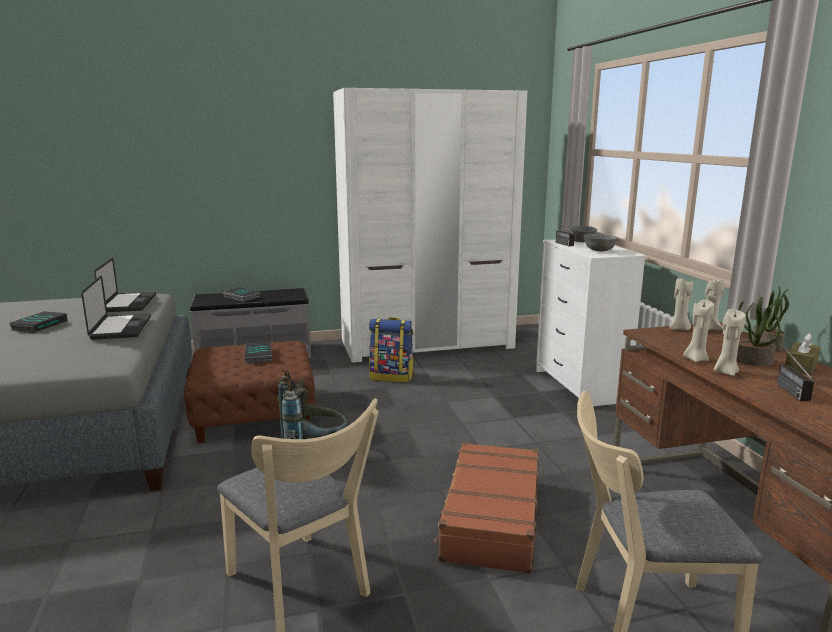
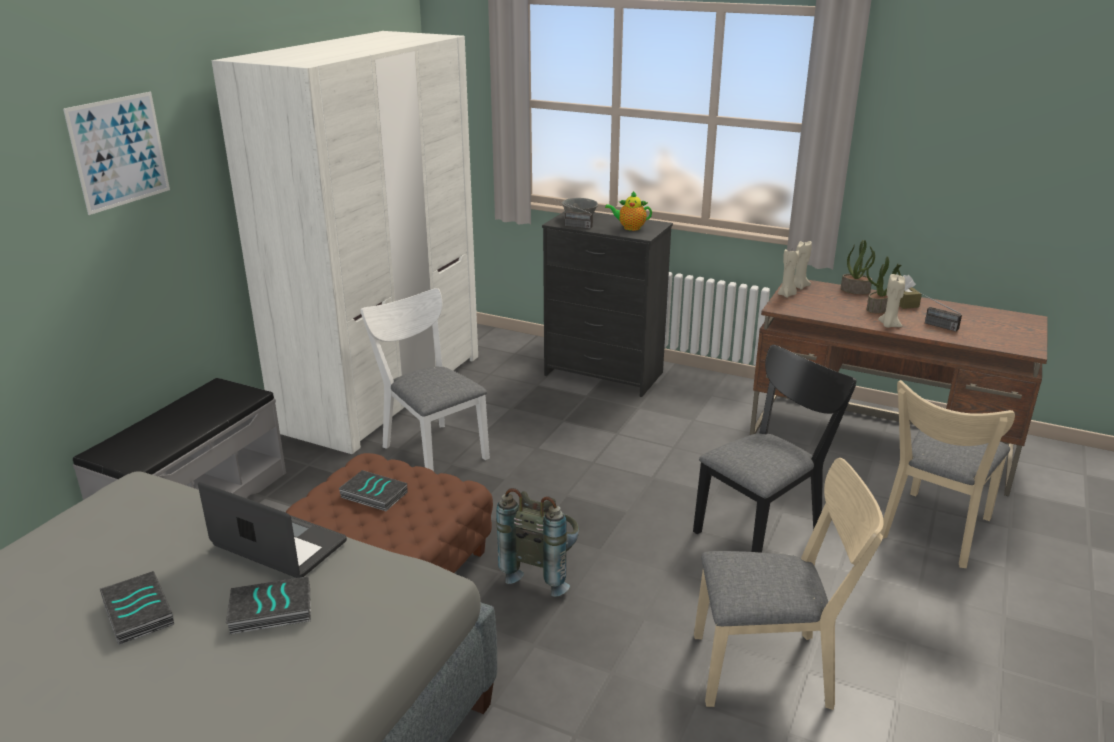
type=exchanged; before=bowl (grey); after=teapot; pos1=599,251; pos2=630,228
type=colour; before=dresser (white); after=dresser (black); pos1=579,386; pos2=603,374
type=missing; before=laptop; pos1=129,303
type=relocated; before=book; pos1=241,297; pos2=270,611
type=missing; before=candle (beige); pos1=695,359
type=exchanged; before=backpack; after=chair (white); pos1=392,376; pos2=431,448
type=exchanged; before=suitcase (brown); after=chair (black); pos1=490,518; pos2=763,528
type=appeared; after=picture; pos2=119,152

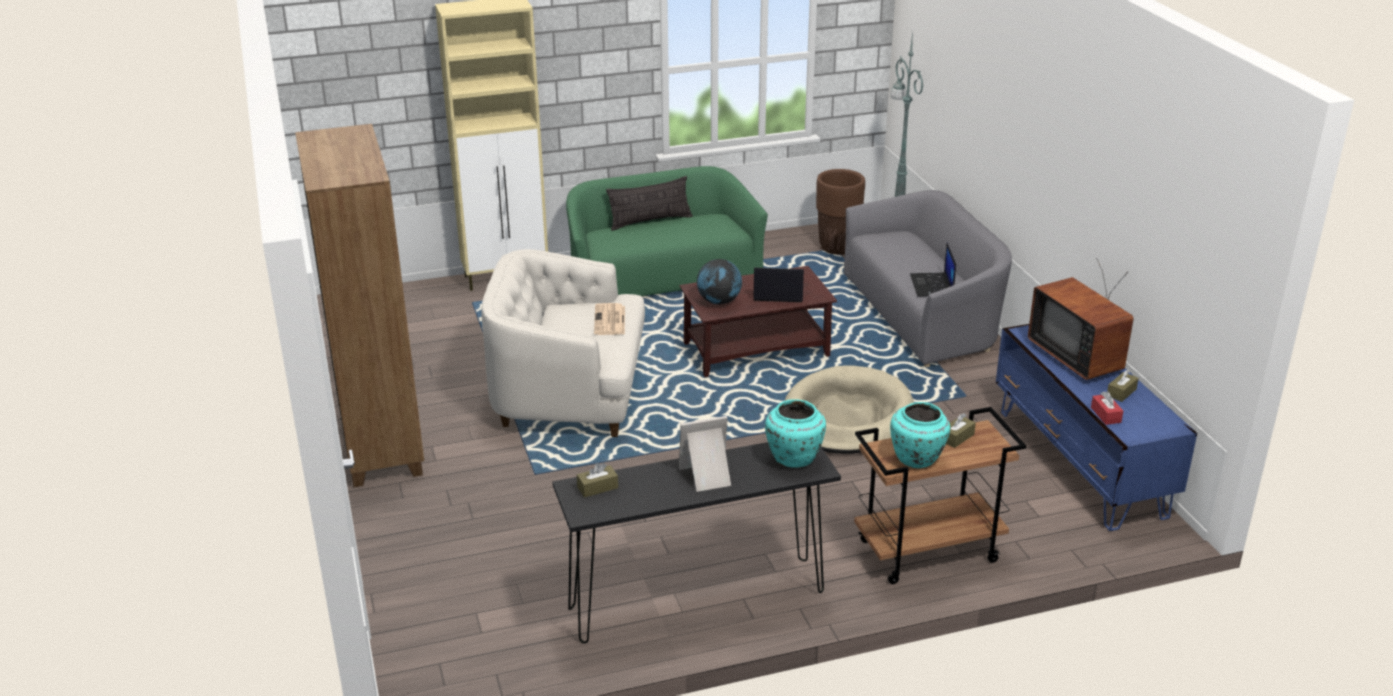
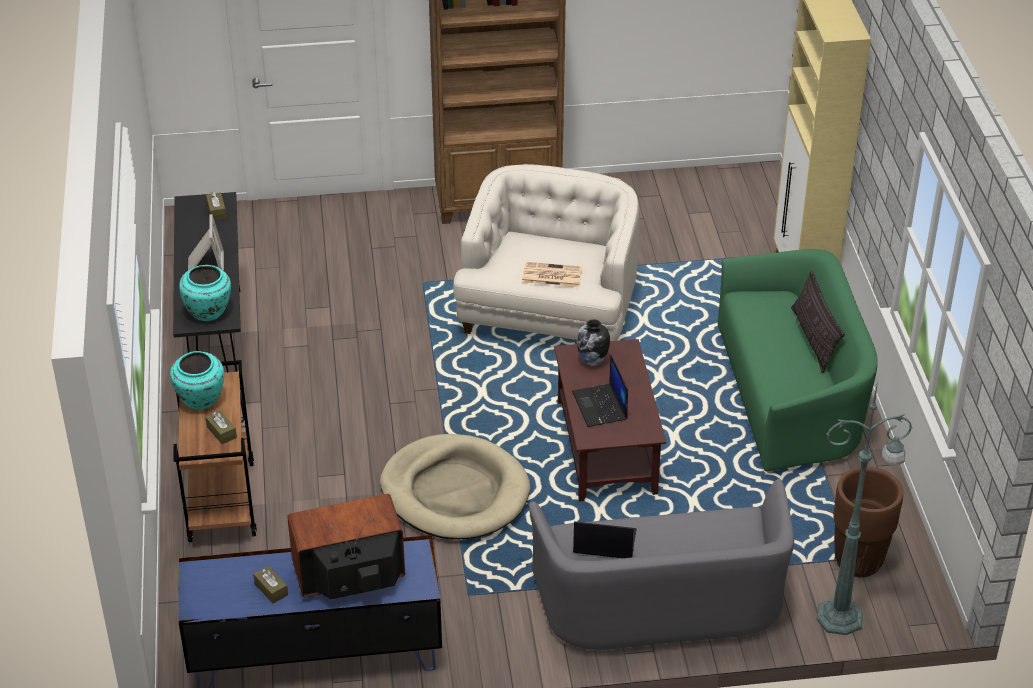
type=exchanged; before=globe; after=vase; pos1=719,301; pos2=592,362
type=spun; before=laptop; pos1=777,294; pos2=600,406; turn=150
type=missing; before=tissue box (red); pos1=1105,415

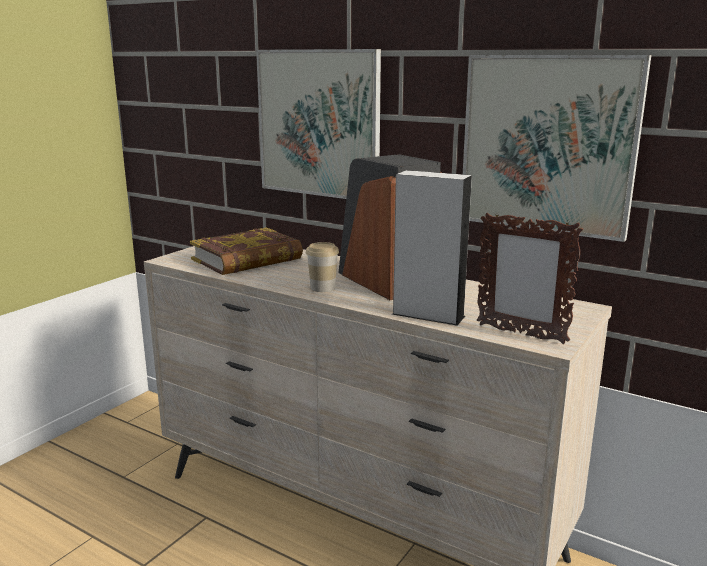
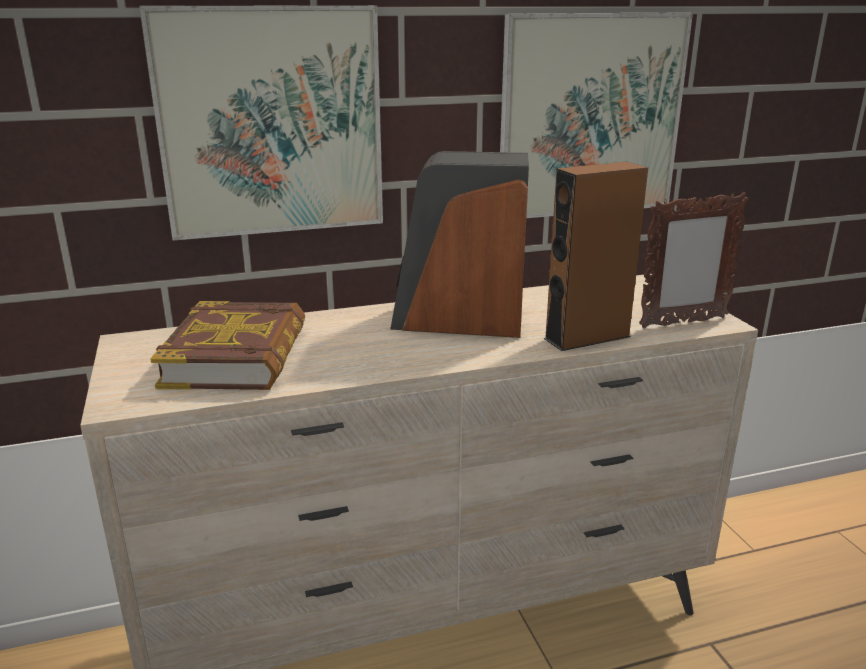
type=colour; before=speaker (grey); after=speaker (brown); pos1=428,315; pos2=587,337
type=missing; before=cup; pos1=322,288

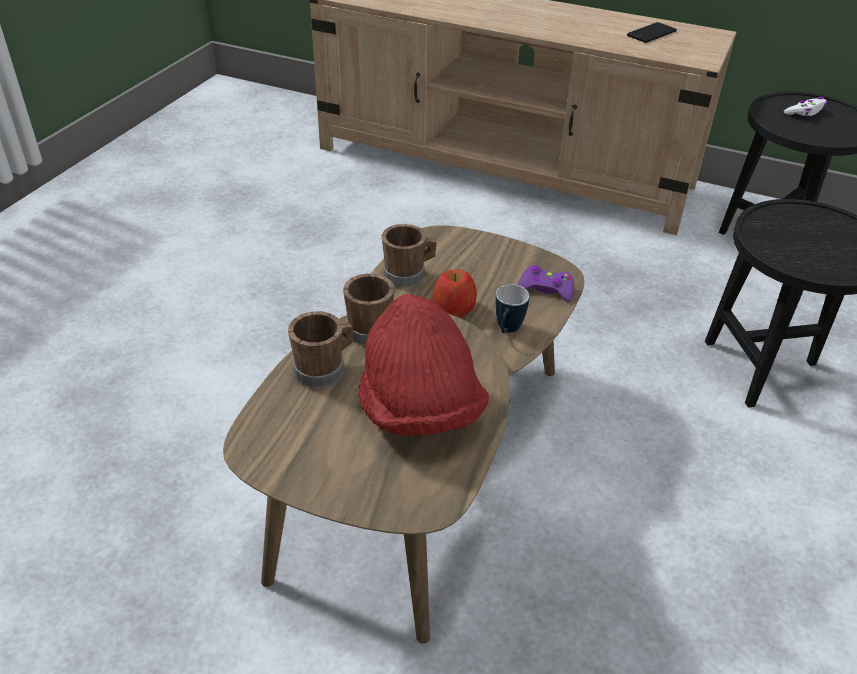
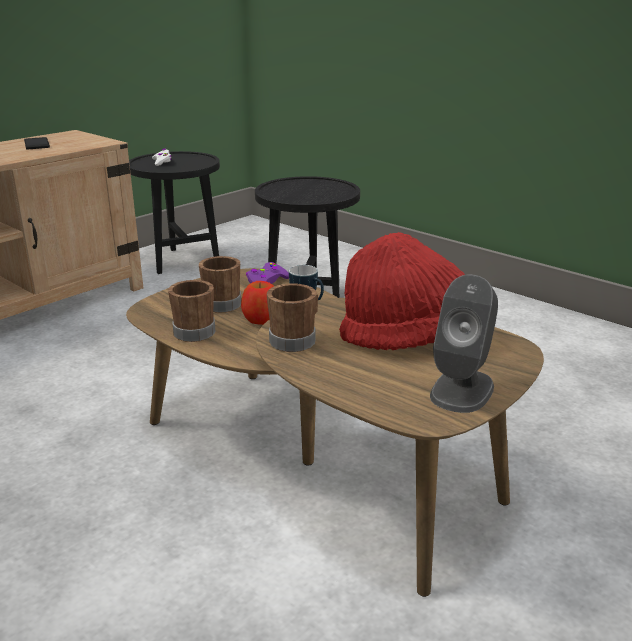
type=relocated; before=mug (brown); pos1=324,369; pos2=221,303
type=appeared; after=speaker (grey); pos2=462,390

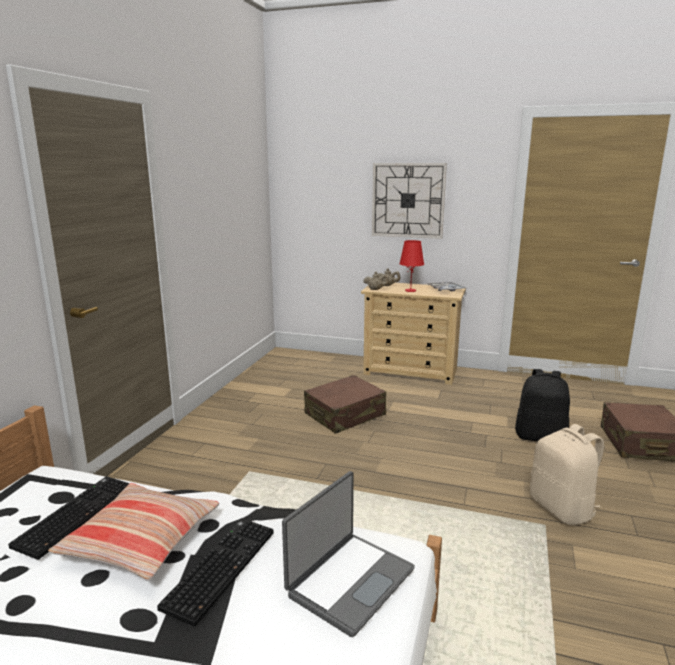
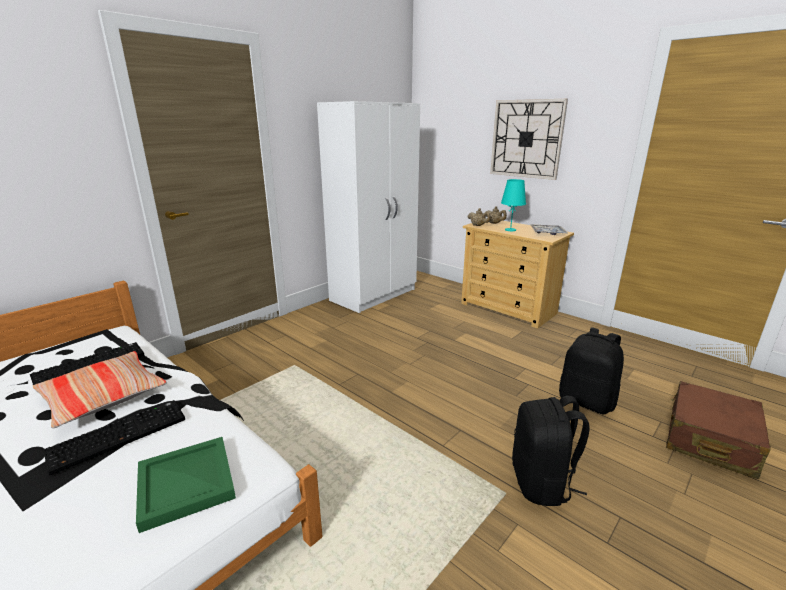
type=colour; before=table lamp (red); after=table lamp (turquoise); pos1=410,290; pos2=510,230
type=missing; before=suitcase (brown); pos1=345,415
type=colour; before=backpack (beige); after=backpack (black); pos1=562,509; pos2=541,483
type=exchanged; before=laptop; after=tray (green); pos1=349,581; pos2=187,482
type=appeared; after=wardrobe (white); pos2=374,295

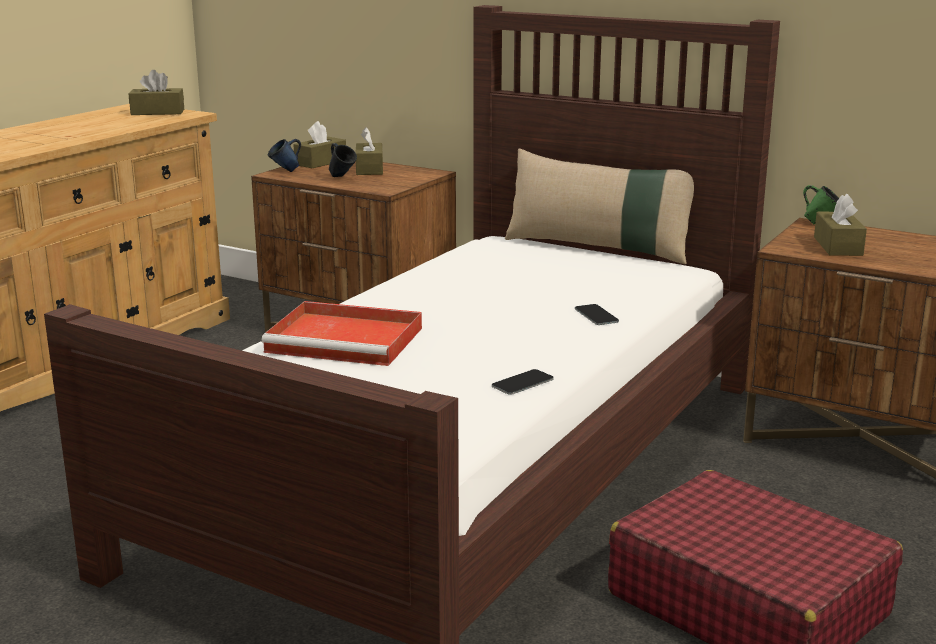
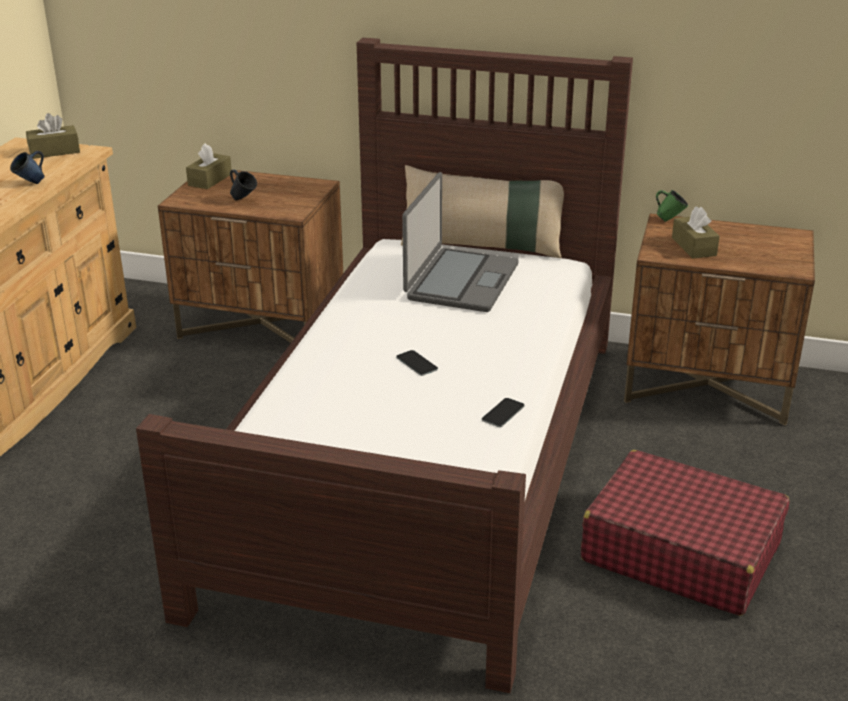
type=missing; before=tissue box (brown); pos1=369,169
type=relocated; before=mug (blue); pos1=285,171; pos2=31,184
type=missing; before=tray (red); pos1=348,340
type=relocated; before=phone; pos1=596,315; pos2=416,363
type=appeared; after=laptop; pos2=460,281

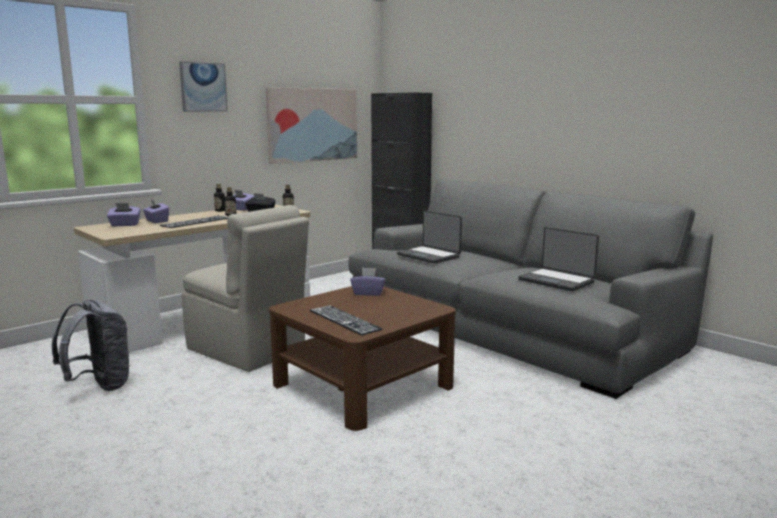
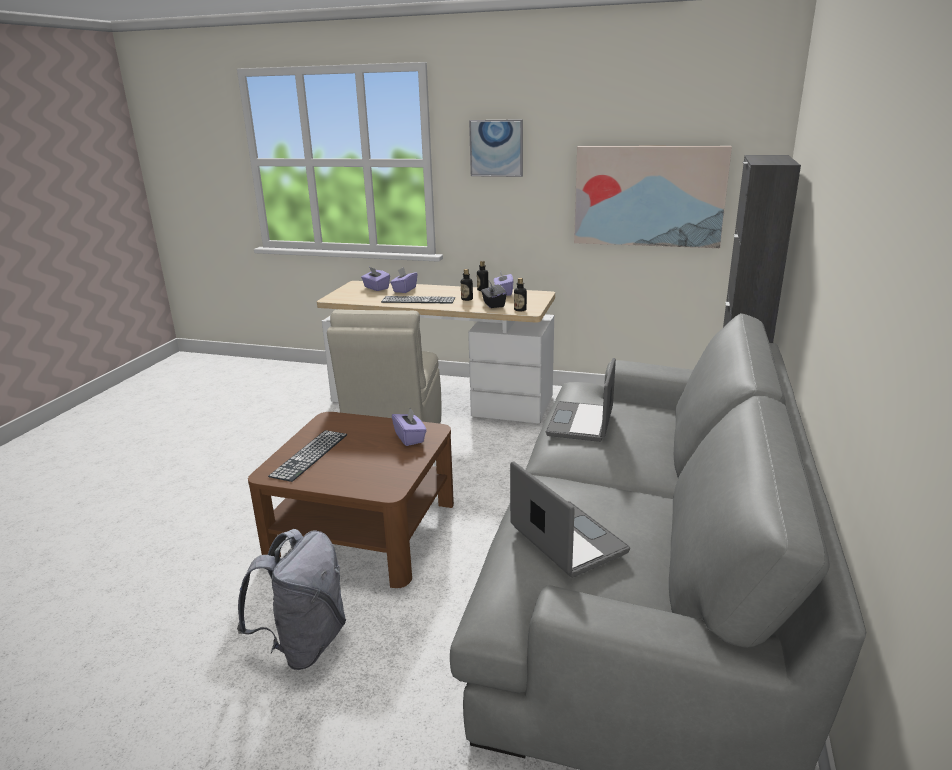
type=spun; before=laptop; pos1=557,281; pos2=566,540; turn=135
type=relocated; before=backpack (grey); pos1=99,386; pos2=304,644

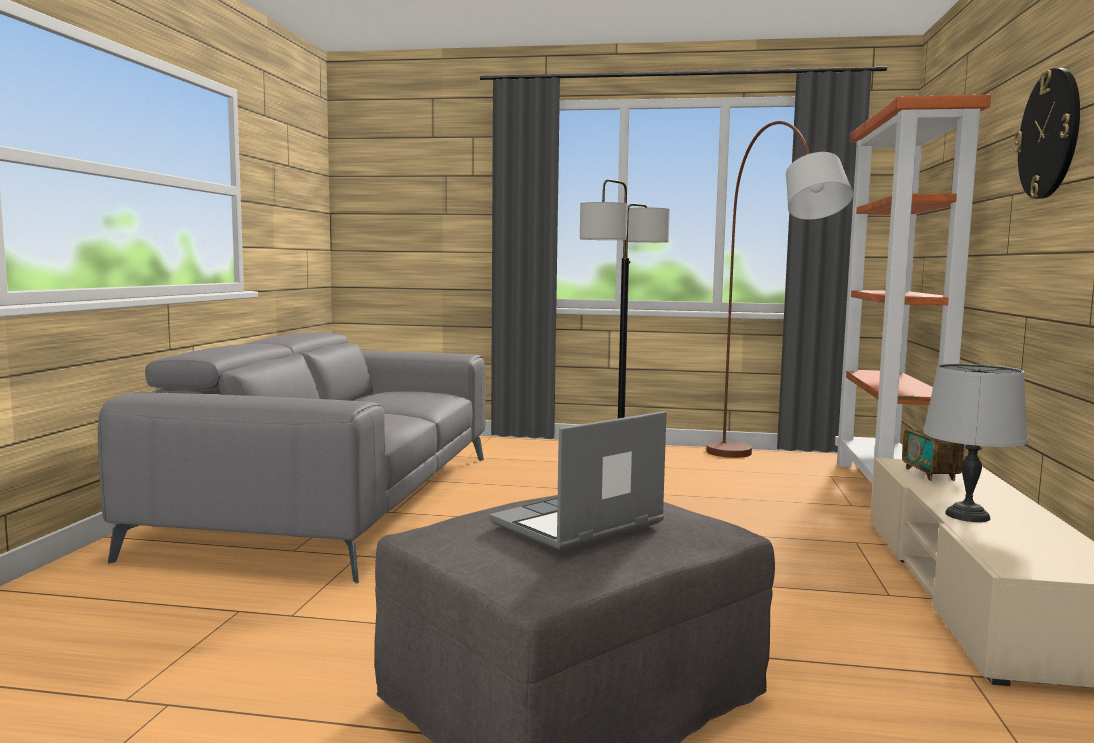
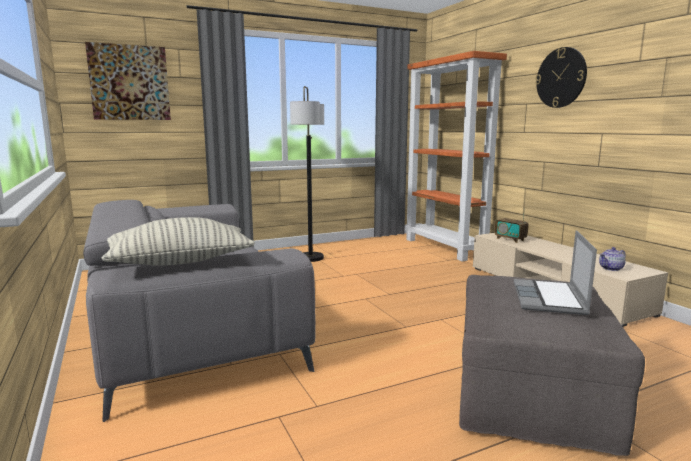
type=missing; before=floor lamp (brown); pos1=764,473
type=missing; before=table lamp (grey); pos1=966,516
type=appeared; after=picture; pos2=129,83
type=appeared; after=pillow; pos2=180,262
type=appeared; after=teapot; pos2=611,268

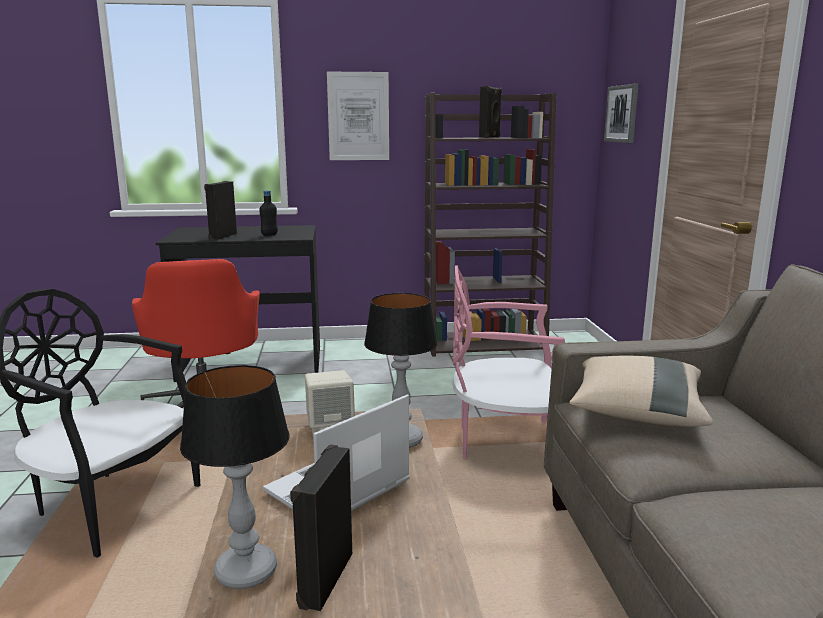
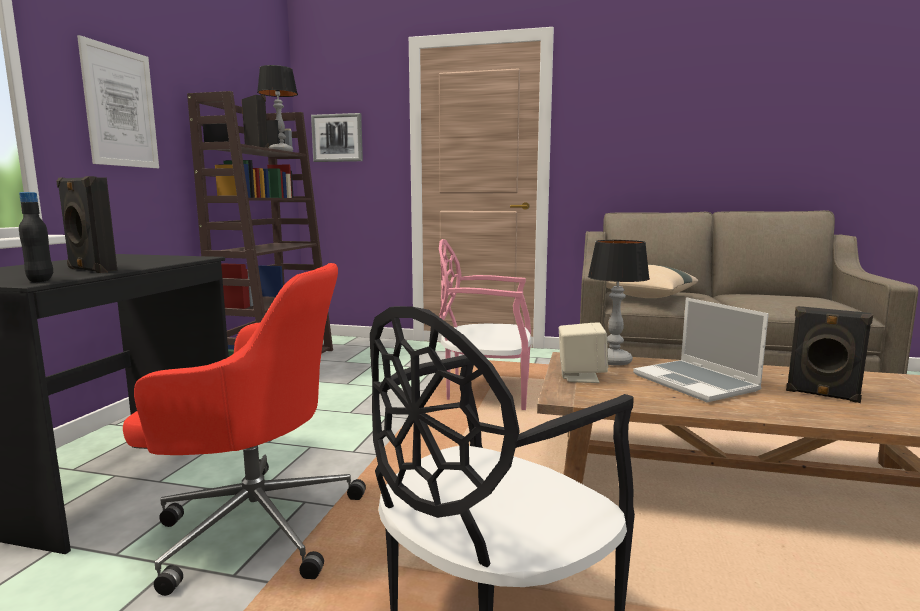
type=relocated; before=bottle (black); pos1=269,235; pos2=40,280
type=spun; before=chair (pink); pos1=505,444; pos2=487,392; turn=75
type=relocated; before=table lamp; pos1=247,572; pos2=281,152

